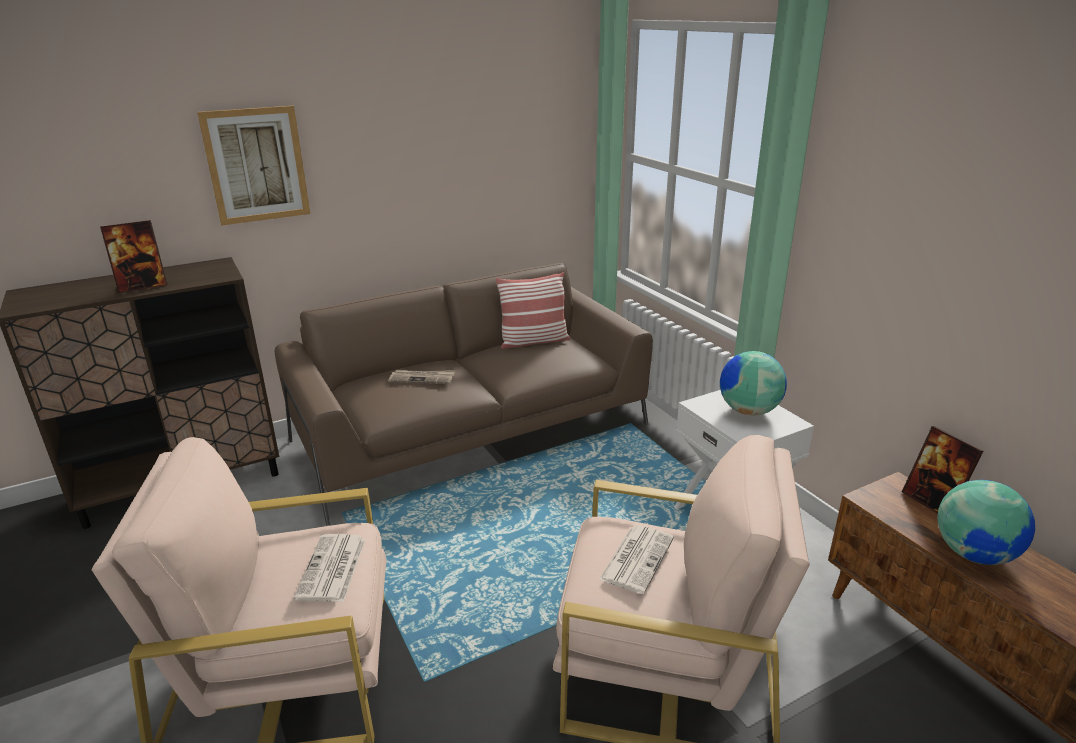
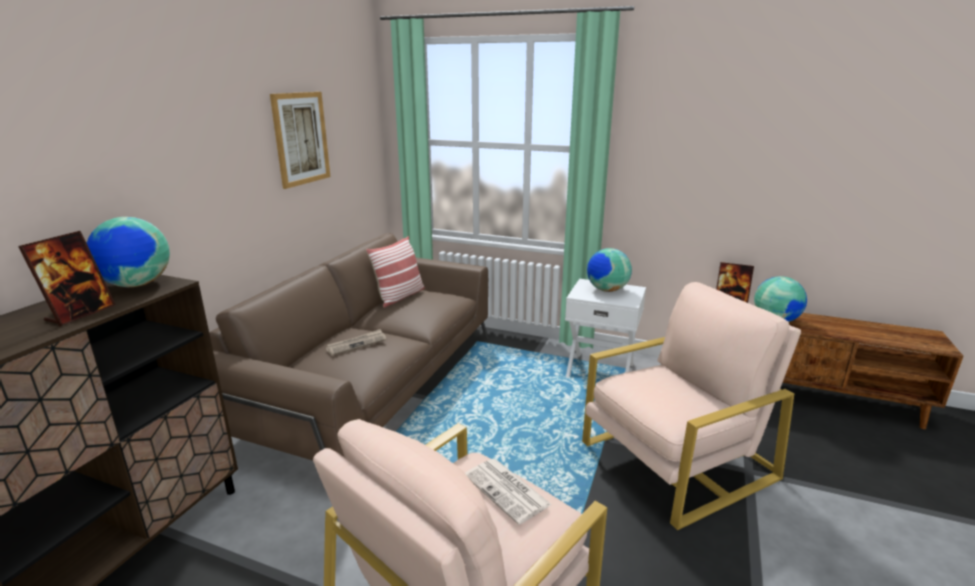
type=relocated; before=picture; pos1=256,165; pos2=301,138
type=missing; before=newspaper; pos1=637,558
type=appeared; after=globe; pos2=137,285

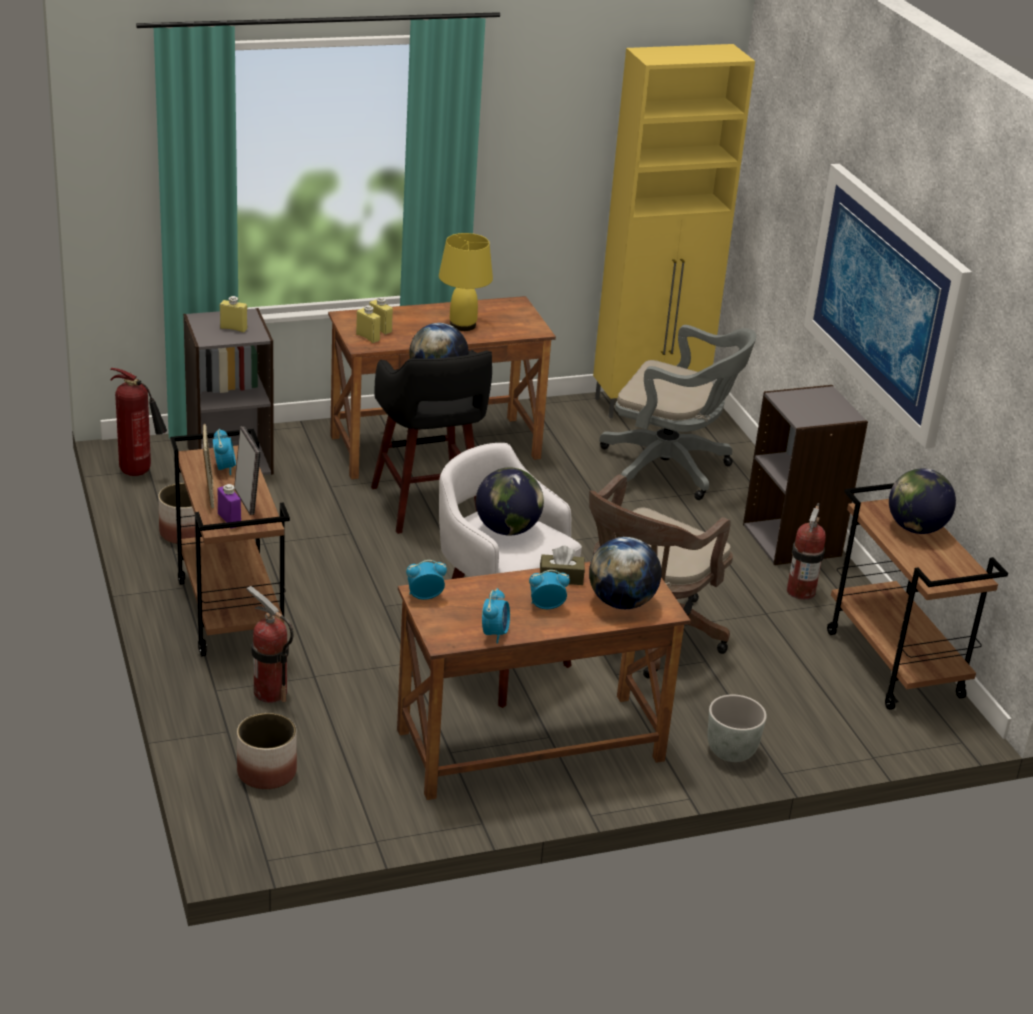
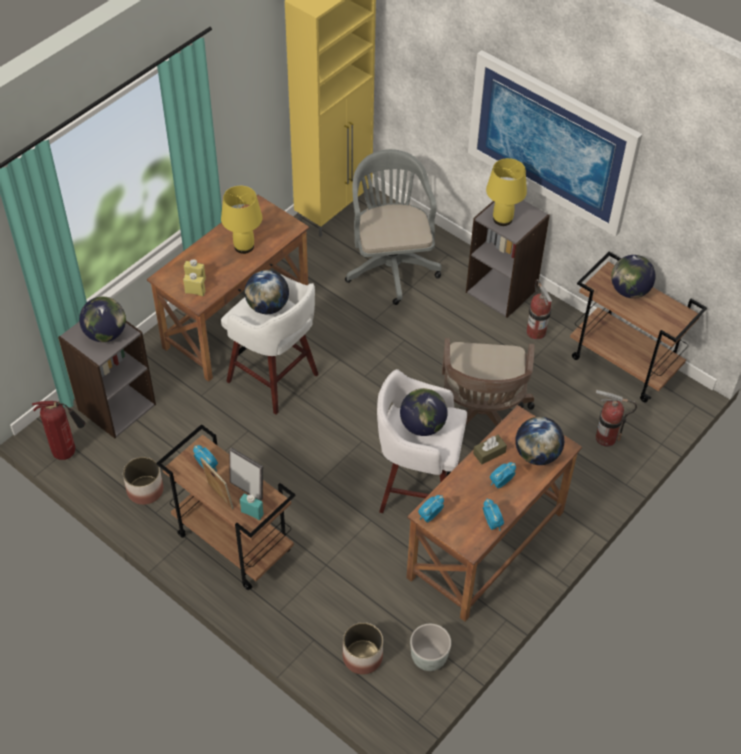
type=exchanged; before=bottle (yellow); after=globe; pos1=233,328; pos2=105,334
type=spun; before=office chair (grey); pos1=671,469; pos2=390,264; turn=-90
type=colour; before=stool (black); after=stool (white); pos1=427,506; pos2=274,380
type=colour; before=bottle (purple); after=bottle (turquoise); pos1=229,520; pos2=252,513
type=relocated; before=fire extinguisher; pos1=270,692; pos2=605,438
type=relocated; before=planter (grey); pos1=732,752; pos2=429,658
type=appeared; after=table lamp (yellow); pos2=503,219

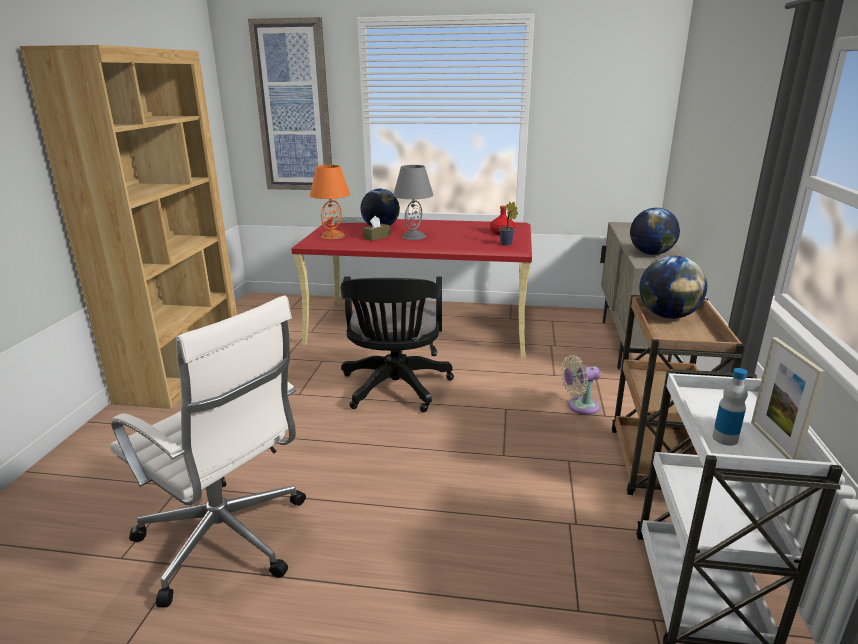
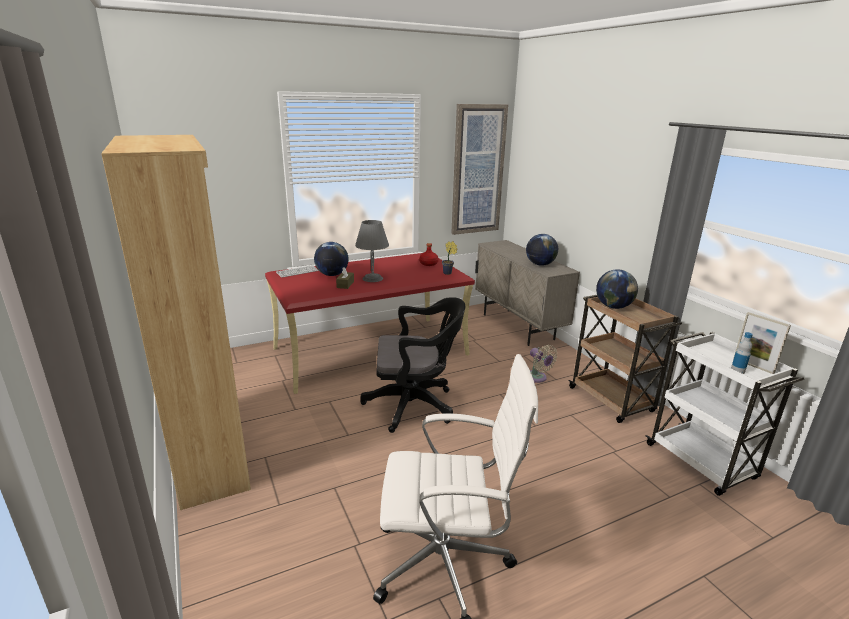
type=relocated; before=picture; pos1=294,108; pos2=477,170
type=missing; before=table lamp (orange); pos1=333,236
type=spun; before=office chair (black); pos1=395,389; pos2=415,405; turn=-60
type=spun; before=fan (beige); pos1=579,407; pos2=537,378; turn=-75

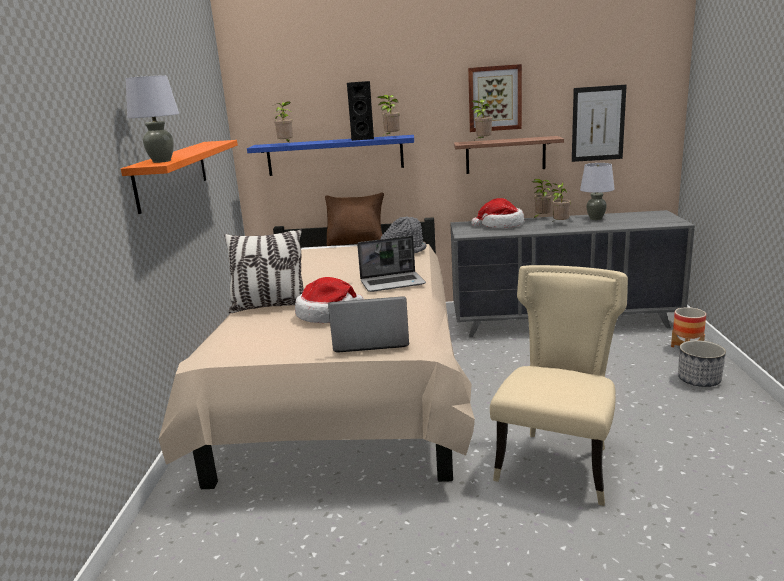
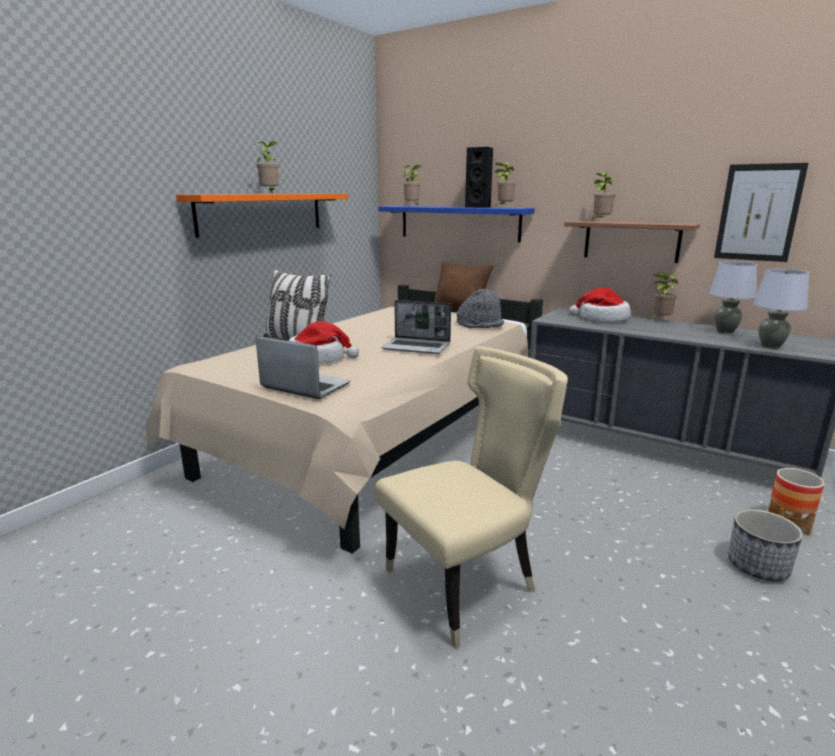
type=missing; before=picture; pos1=494,98
type=relocated; before=table lamp (grey); pos1=162,161; pos2=770,346
type=relocated; before=potted plant; pos1=560,224; pos2=270,193

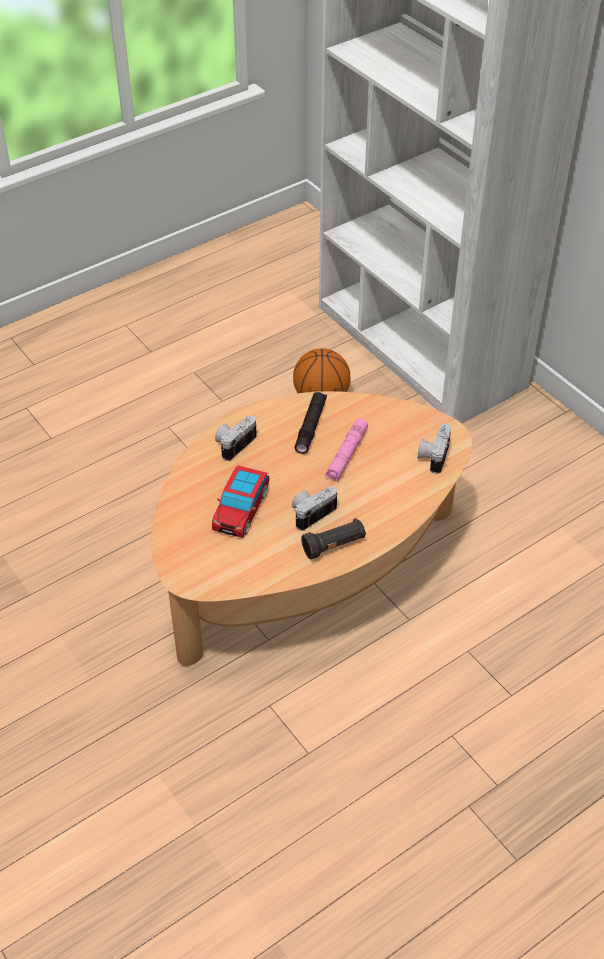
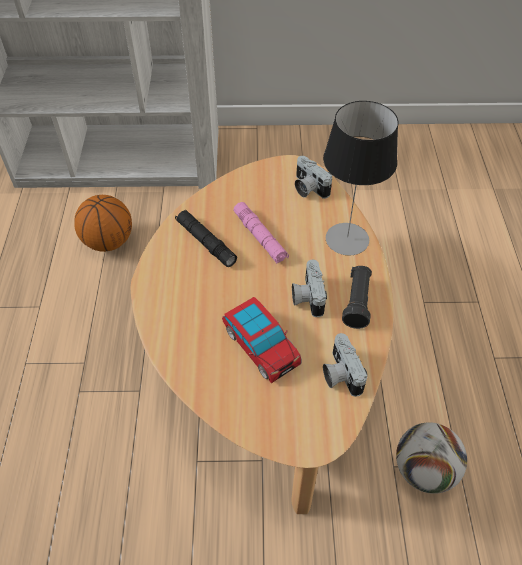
type=relocated; before=photo camera; pos1=234,444; pos2=340,374
type=appeared; after=table lamp; pos2=347,239
type=appeared; after=football; pos2=423,470

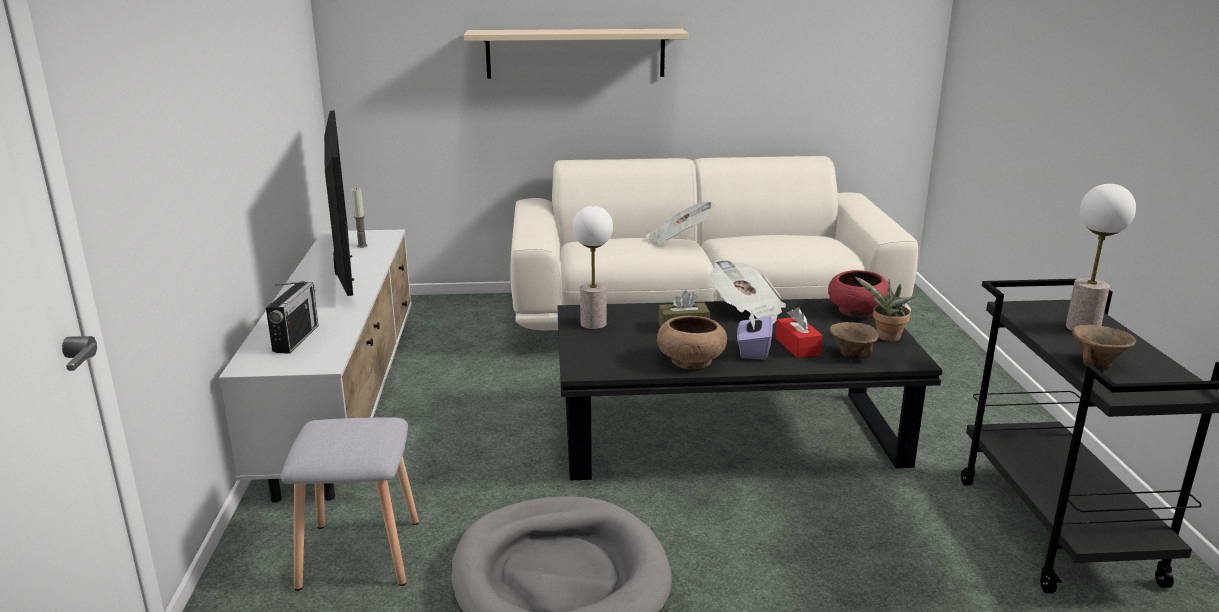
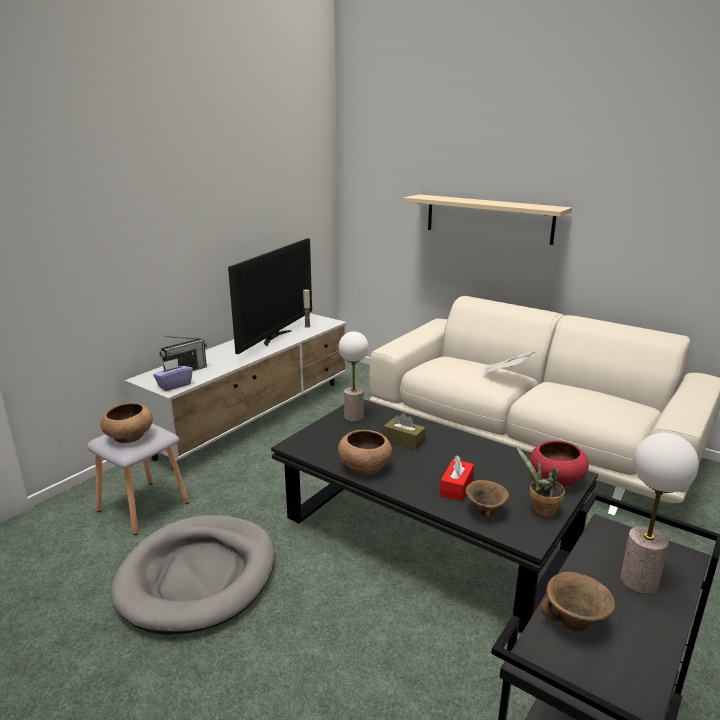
type=missing; before=newspaper; pos1=747,310
type=relocated; before=tissue box (purple); pos1=753,350; pos2=174,385
type=appeared; after=bowl (brown); pos2=129,436

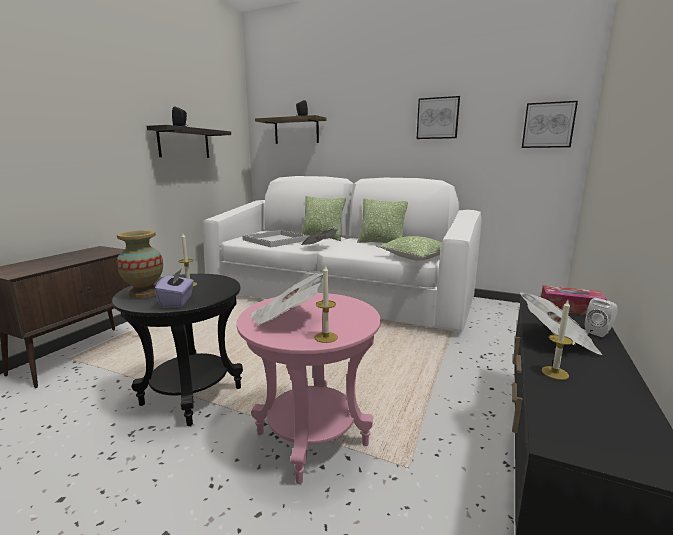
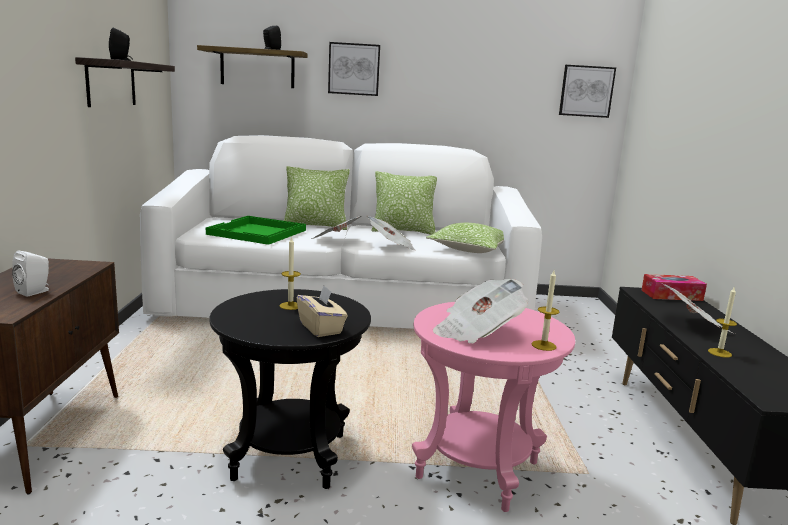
type=relocated; before=picture; pos1=437,118; pos2=354,69
type=missing; before=vase; pos1=145,293
type=colour; before=tray (white); after=tray (green); pos1=276,240; pos2=257,232
type=colour; before=tissue box (purple); after=tissue box (beige); pos1=177,302; pos2=321,328
type=relocated; before=speaker (white); pos1=599,332; pos2=35,291
type=appeared; after=newspaper; pos2=391,247

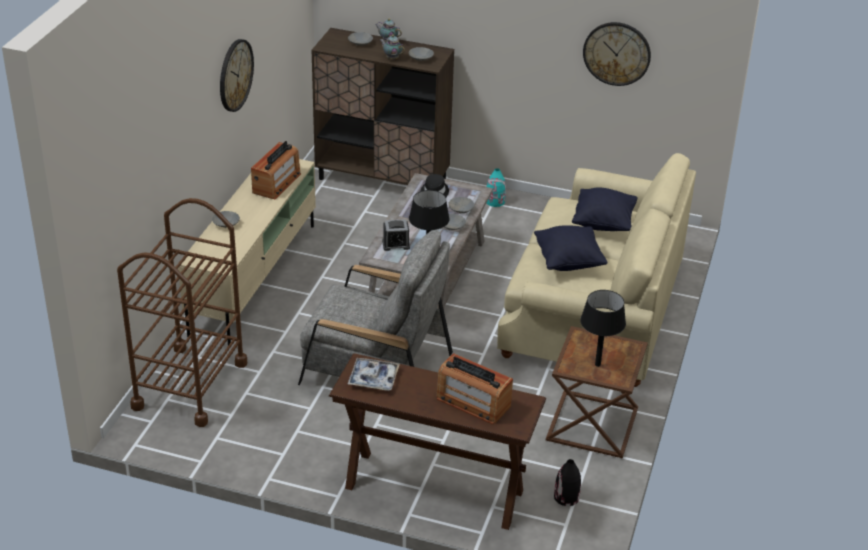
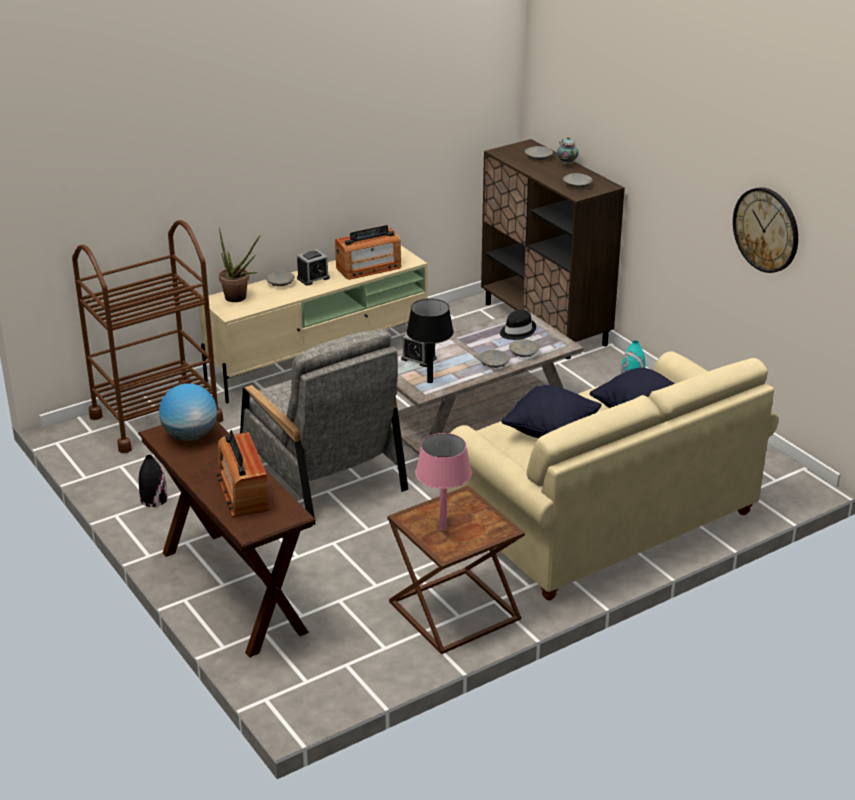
type=missing; before=teapot; pos1=392,58
type=missing; before=wall clock; pos1=235,75
type=colour; before=table lamp (black); after=table lamp (pink); pos1=598,365; pos2=443,528
type=exchanged; before=tray; after=globe; pos1=373,378; pos2=190,436
type=relocated; before=vase (black); pos1=566,497; pos2=153,499
type=appeared; after=potted plant; pos2=239,298
type=appeared; after=alarm clock; pos2=313,278

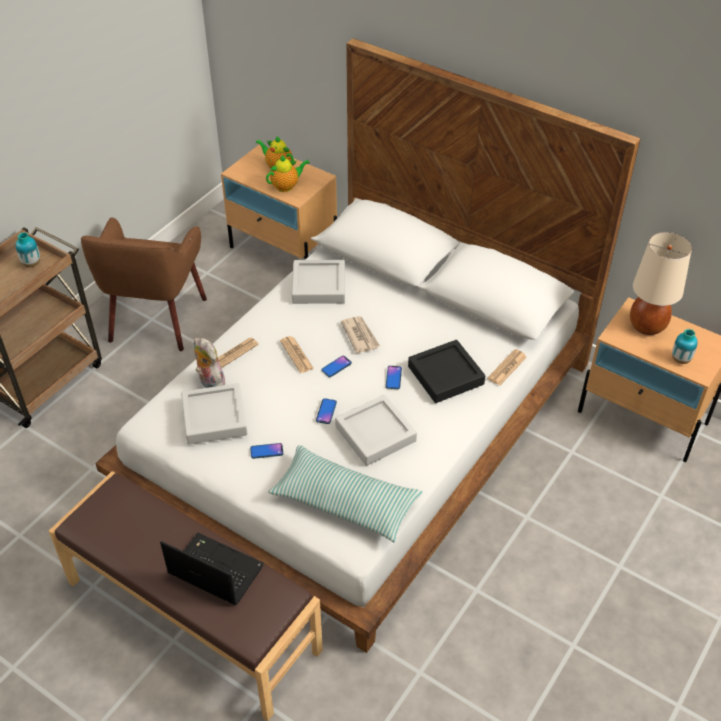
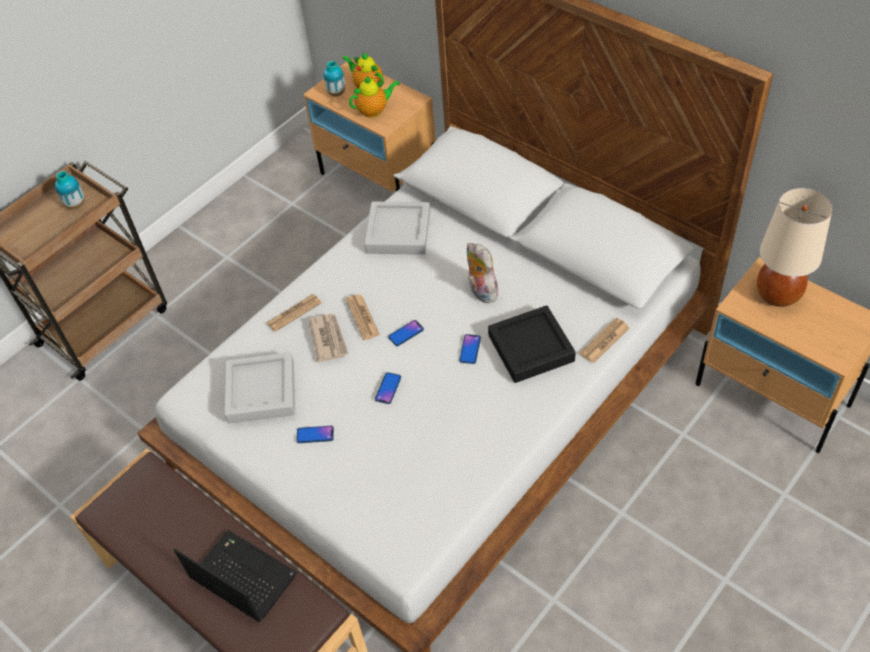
type=missing; before=armchair (brown); pos1=156,320
type=relocated; before=newspaper; pos1=360,335; pos2=328,338
type=relocated; before=vase; pos1=680,359; pos2=336,93
type=relocated; before=plush toy; pos1=209,383; pos2=480,292
type=missing; before=tray (grey); pos1=375,434
type=missing; before=pillow; pos1=345,501

